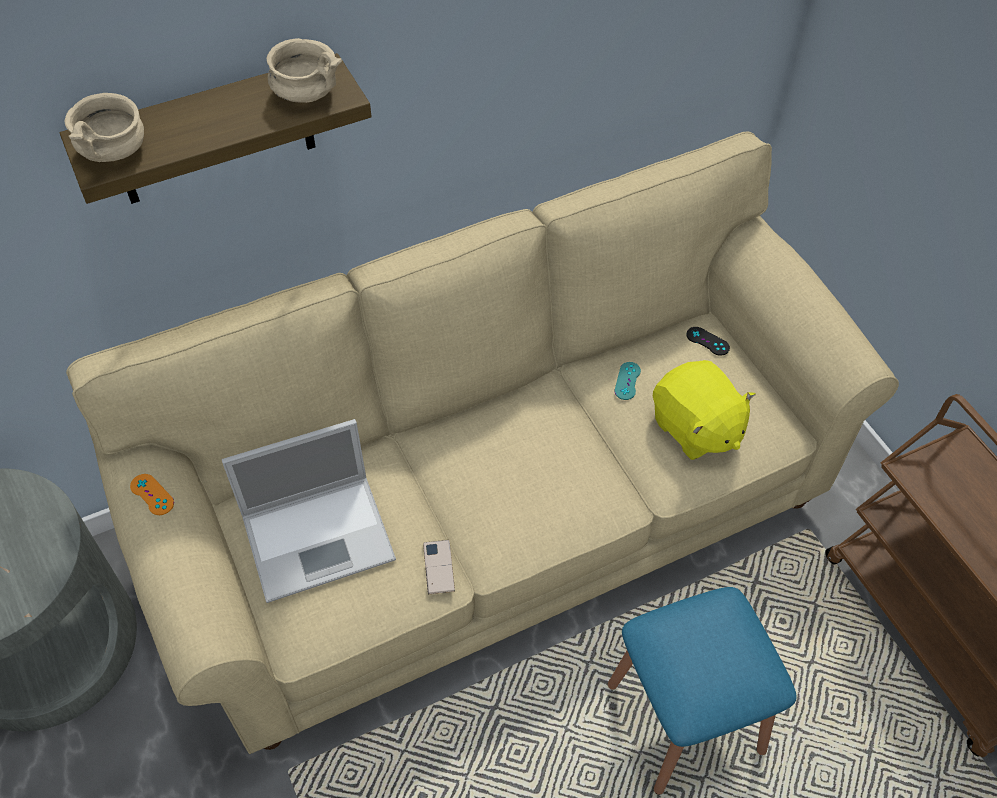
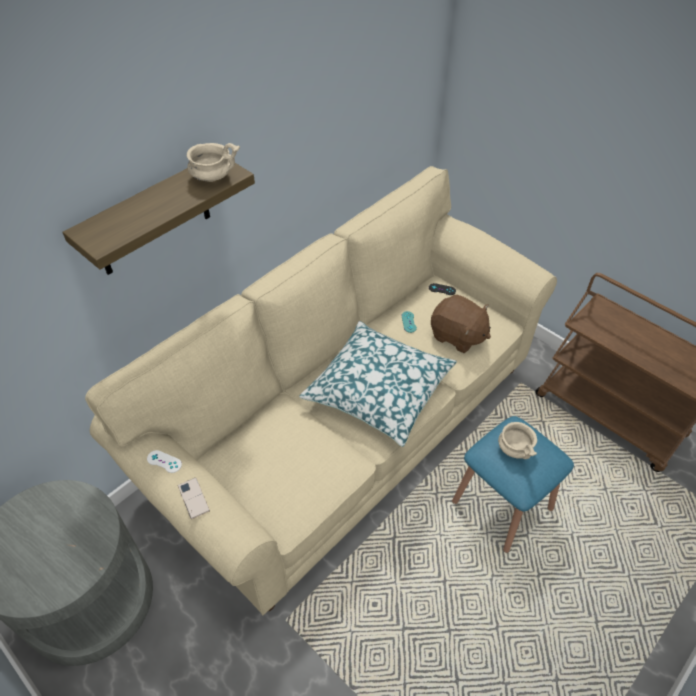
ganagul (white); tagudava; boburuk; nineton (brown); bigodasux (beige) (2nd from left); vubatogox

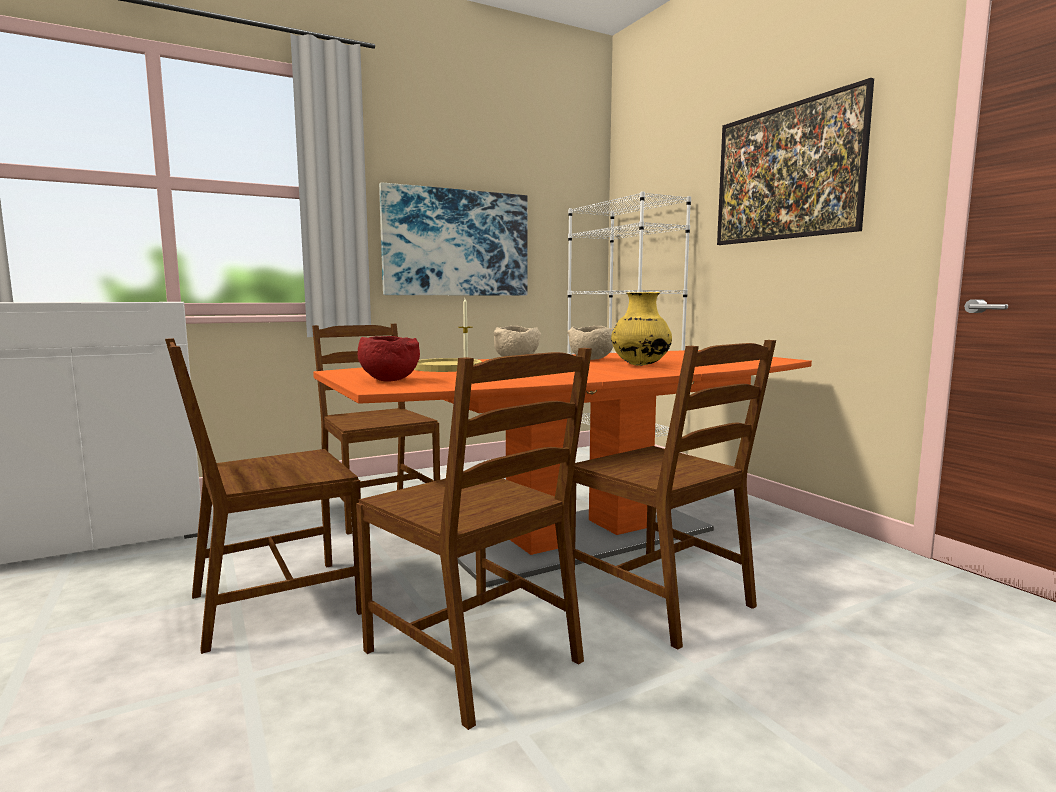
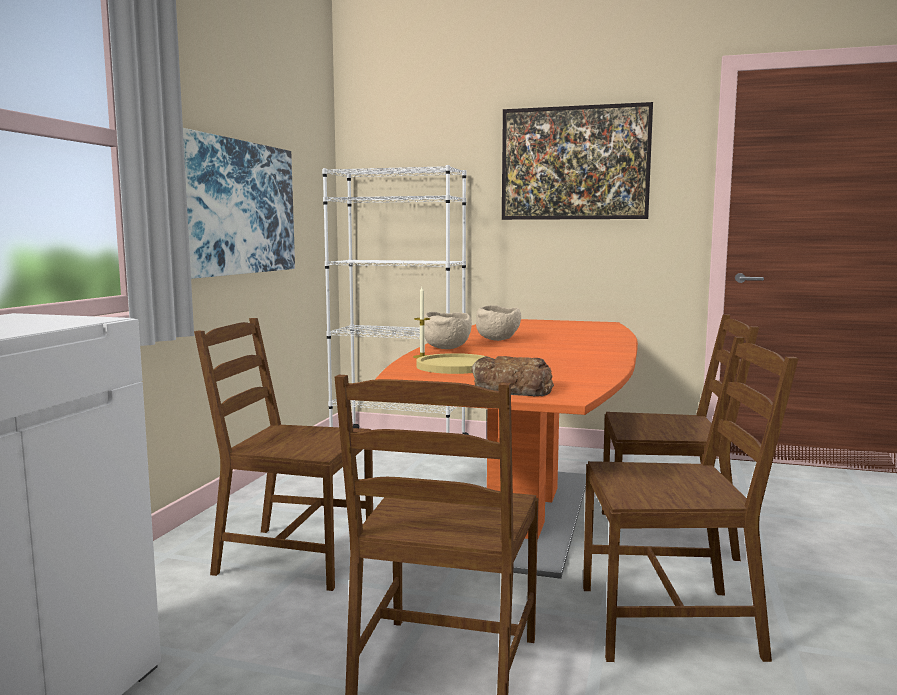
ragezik; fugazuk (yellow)

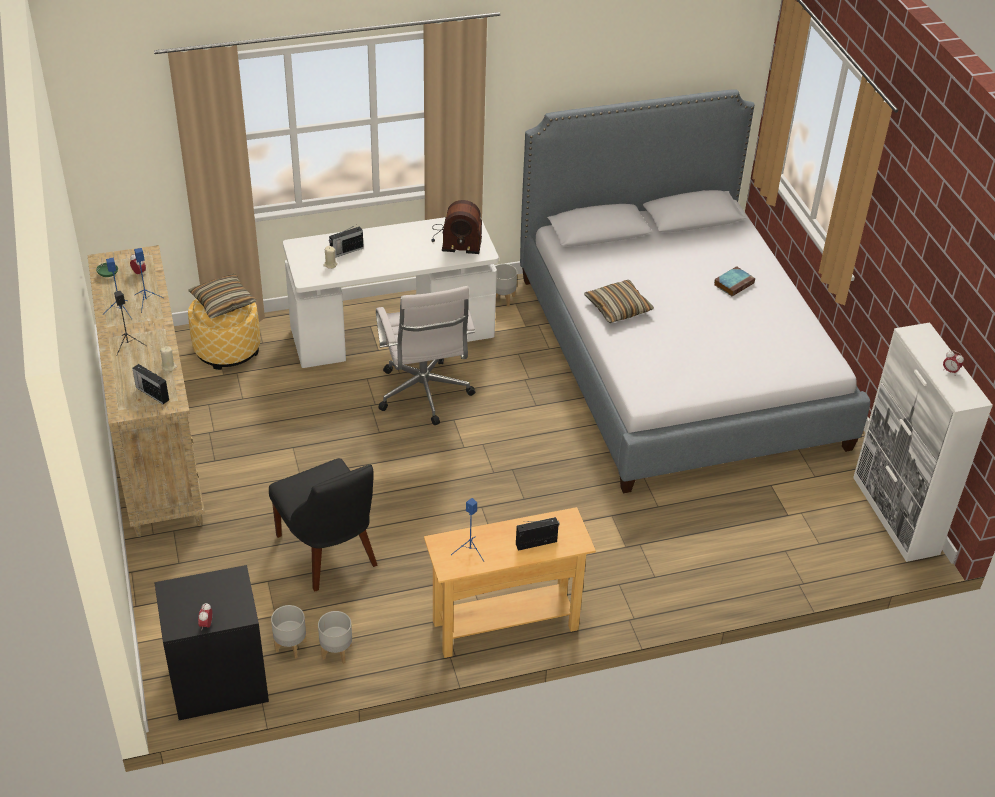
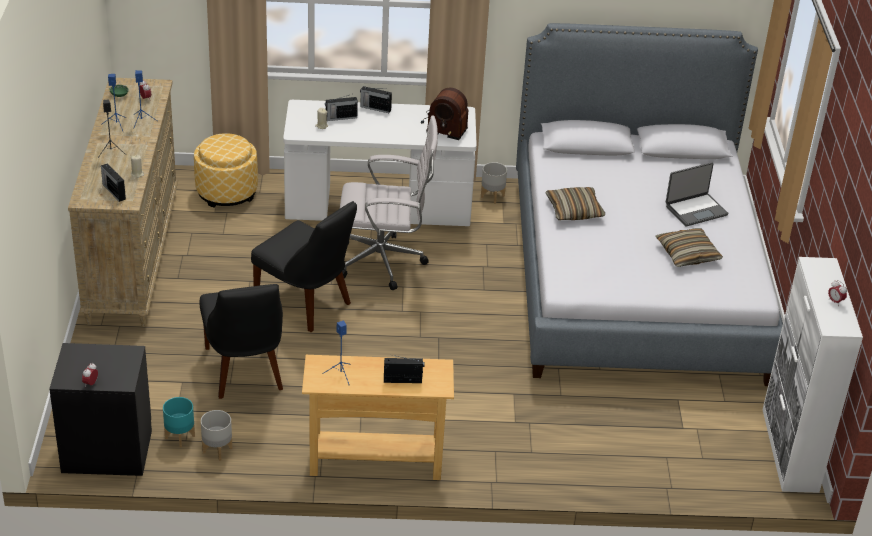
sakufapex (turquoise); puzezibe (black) (2nd from left); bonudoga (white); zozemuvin (3rd from left); boburuk (2nd from left); vubatogox

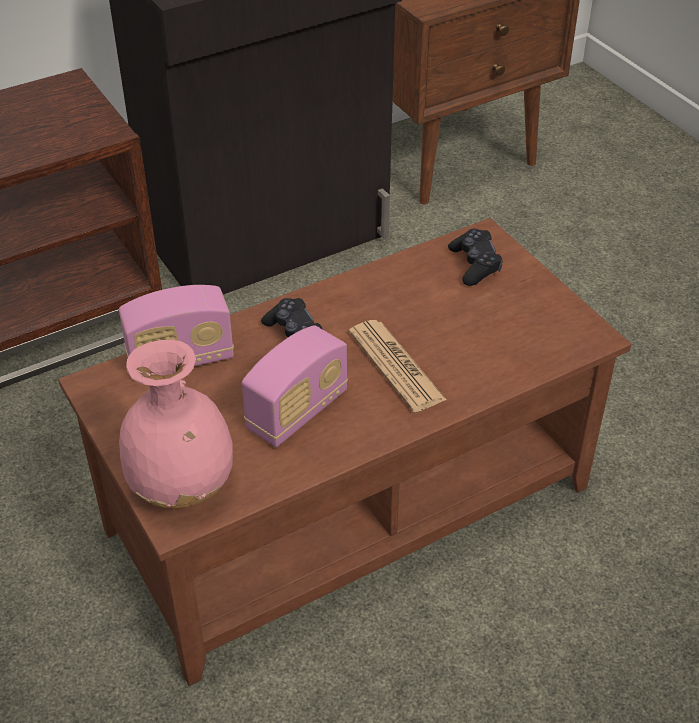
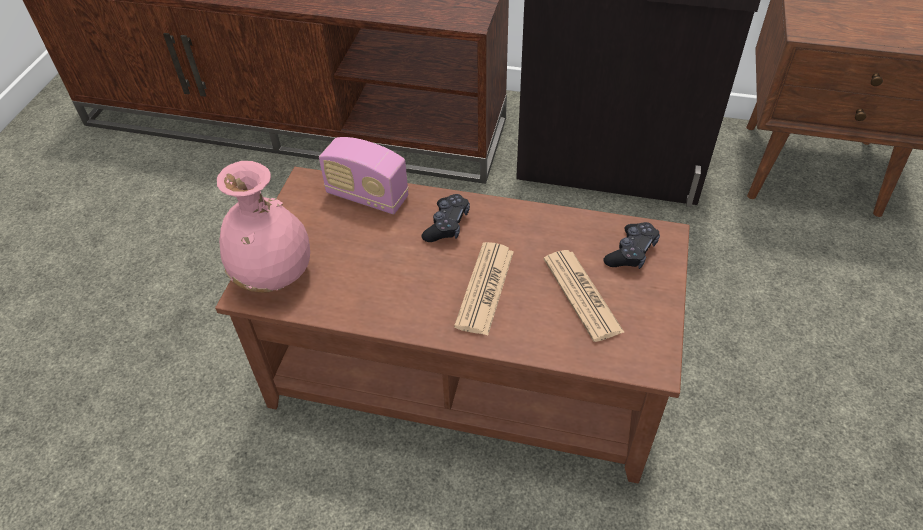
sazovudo (2nd from left); zozemuvin (2nd from left in the first image)

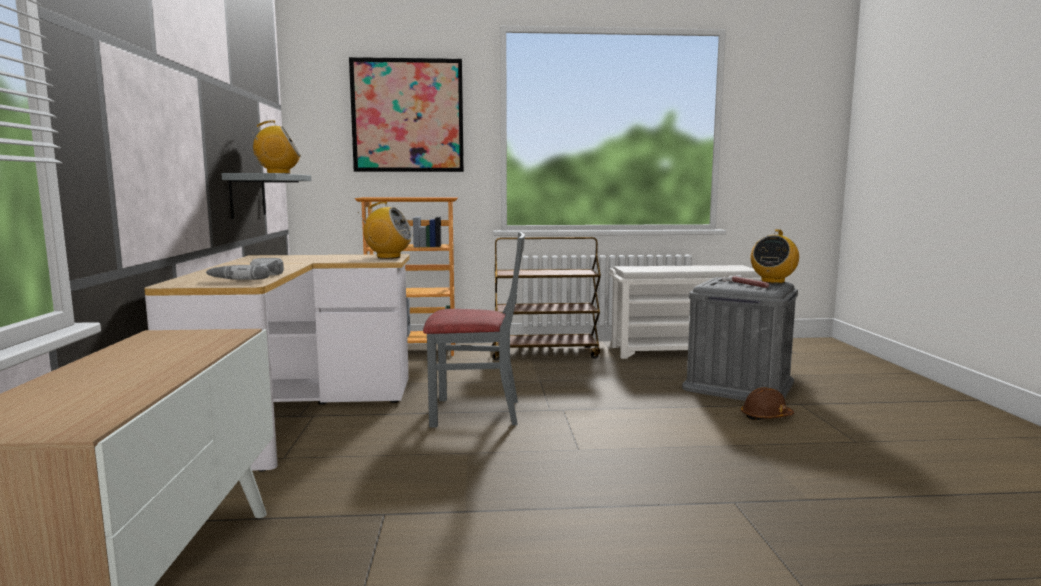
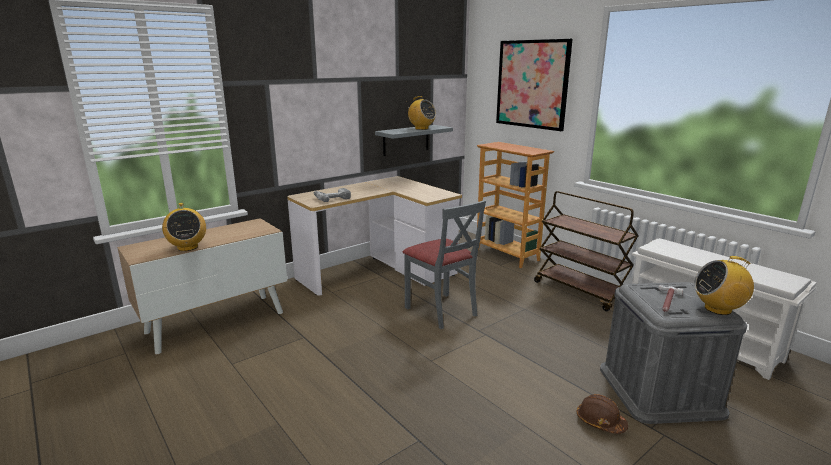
zozemuvin (1st from left)

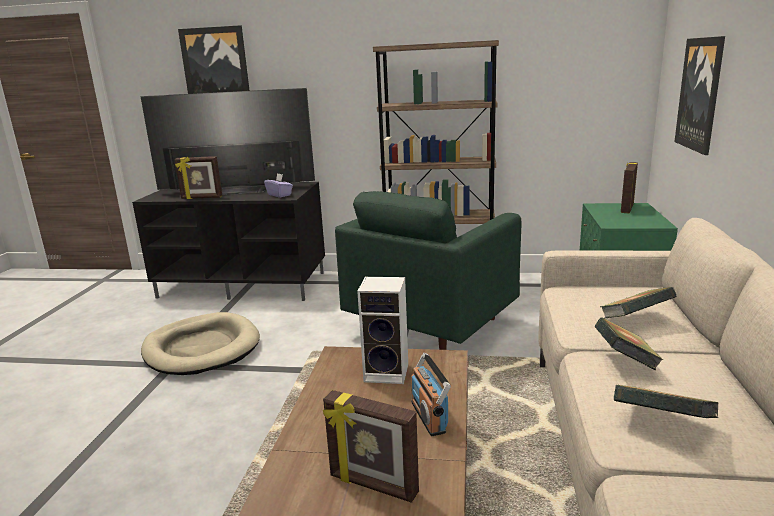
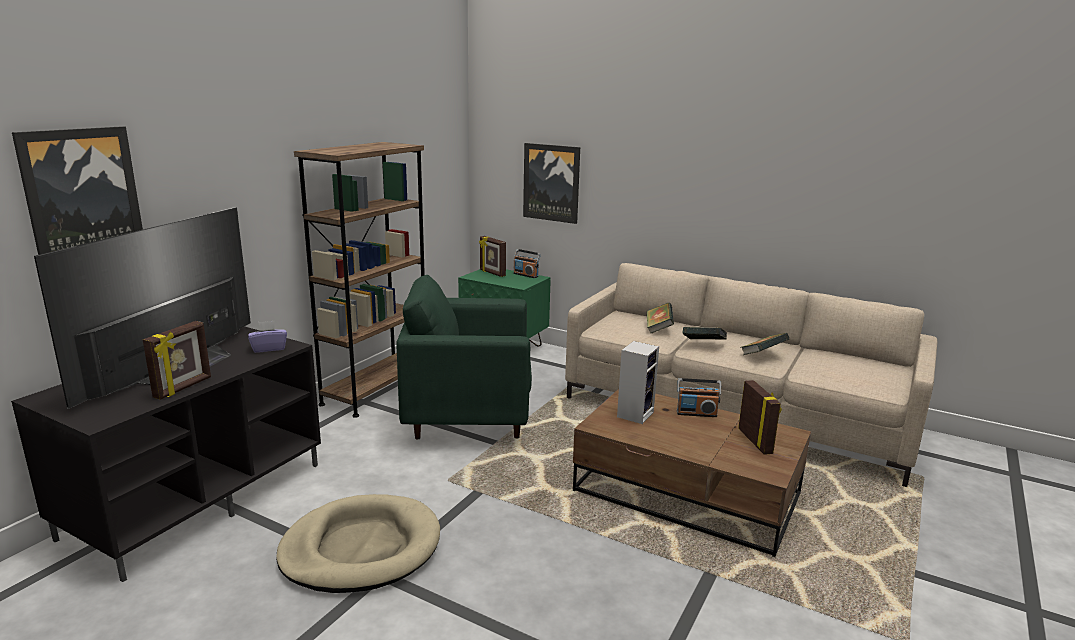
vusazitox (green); zozemuvin (1st from left); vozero (3rd from left)

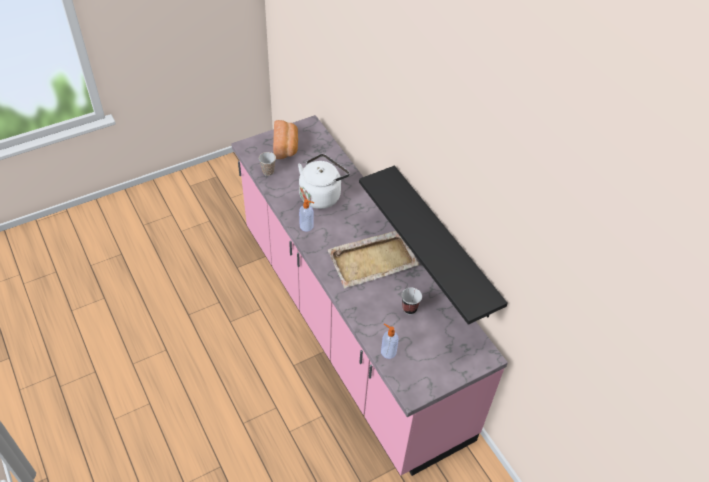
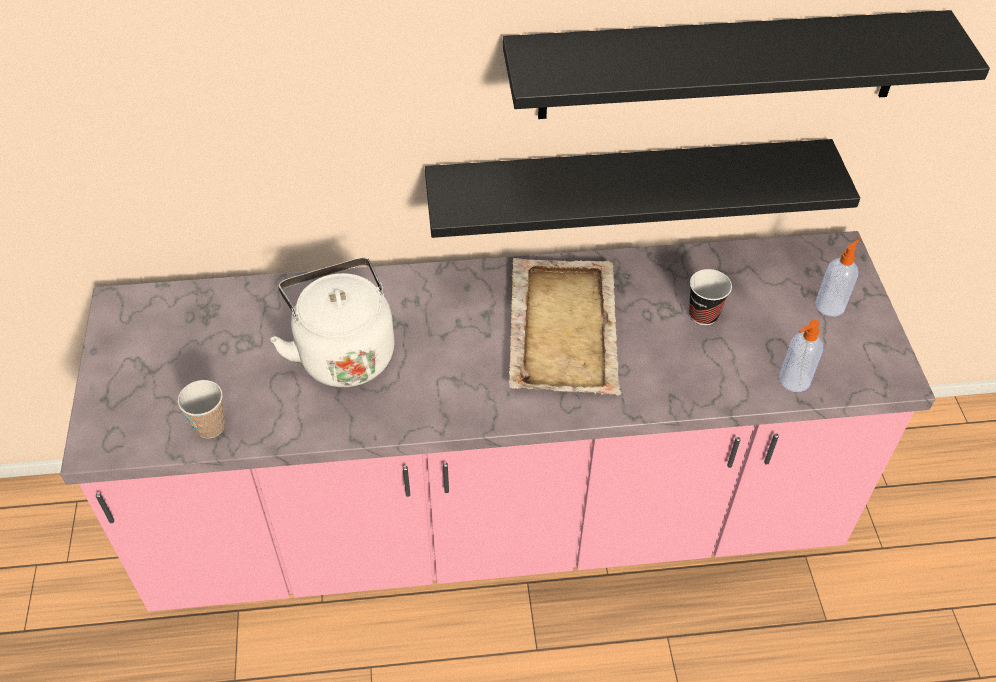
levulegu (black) (2nd from left); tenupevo (2nd from left); ragezik

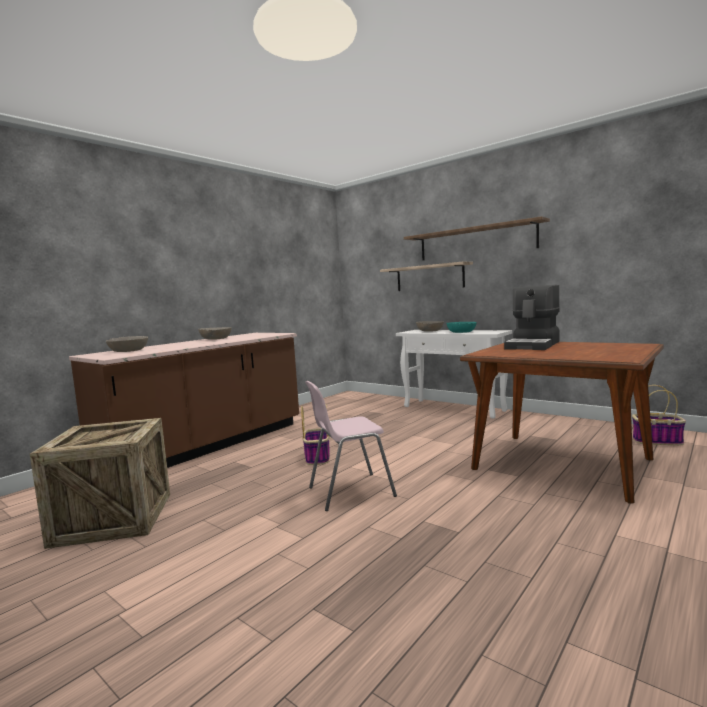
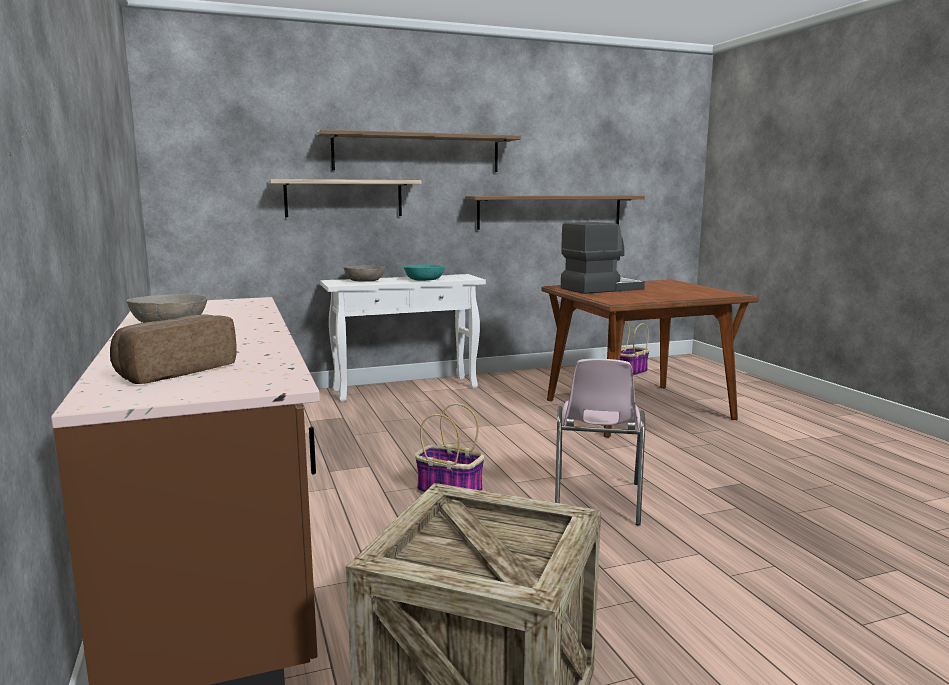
ragezik; levulegu (3rd from left); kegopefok

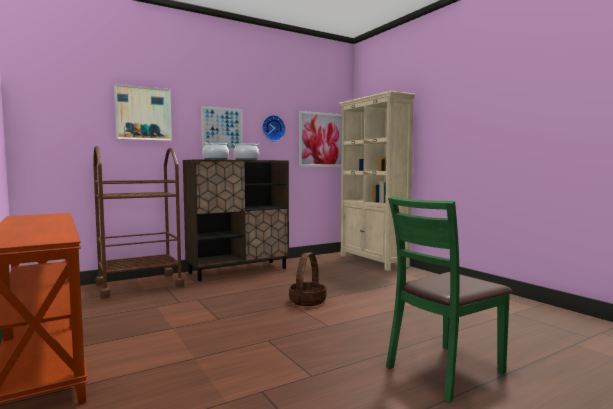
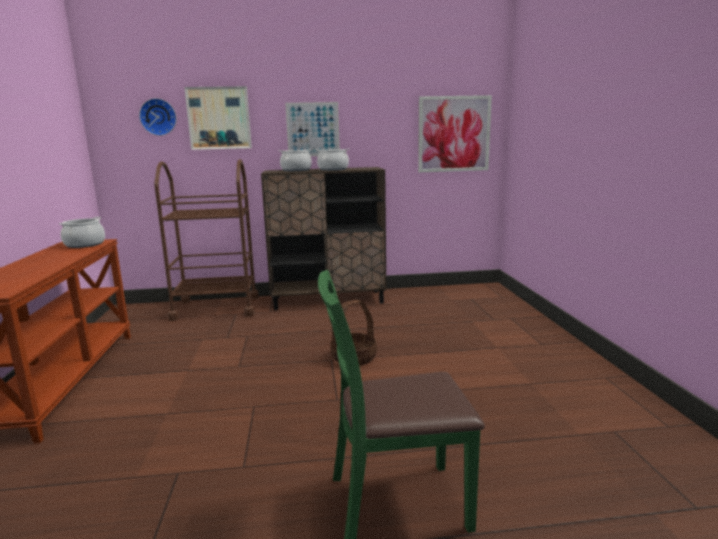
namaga (1st from left); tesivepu; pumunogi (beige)

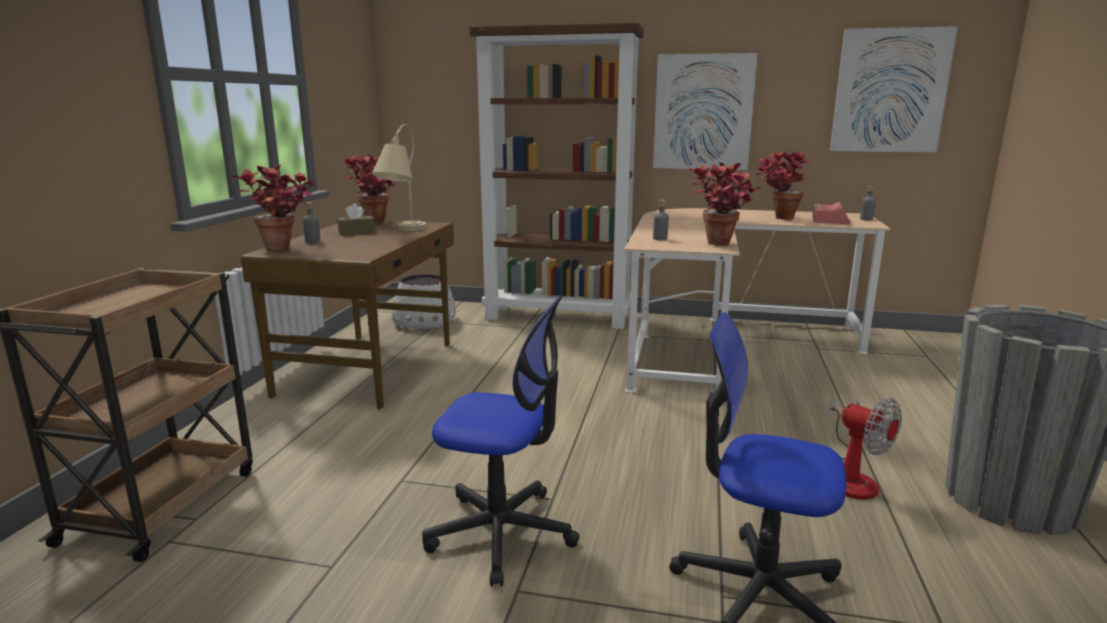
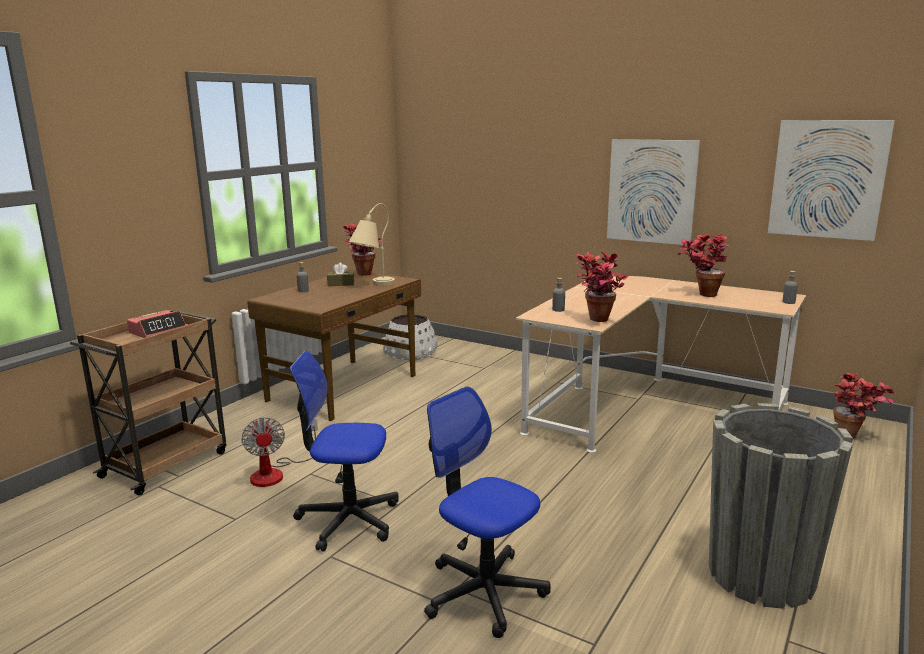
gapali; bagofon; bonudoga (1st from left); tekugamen (4th from left); pumunogi (brown)

